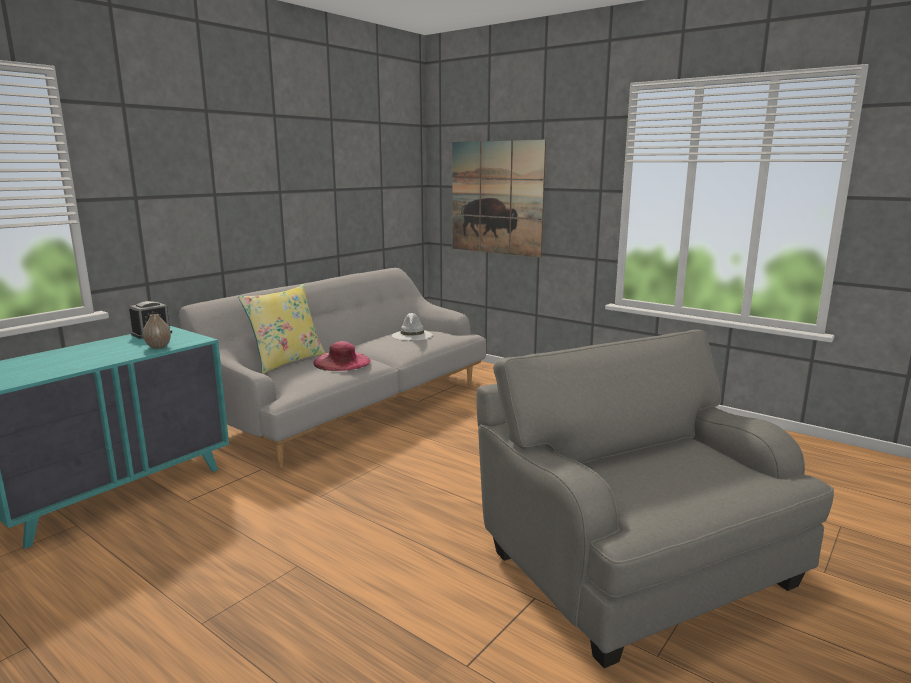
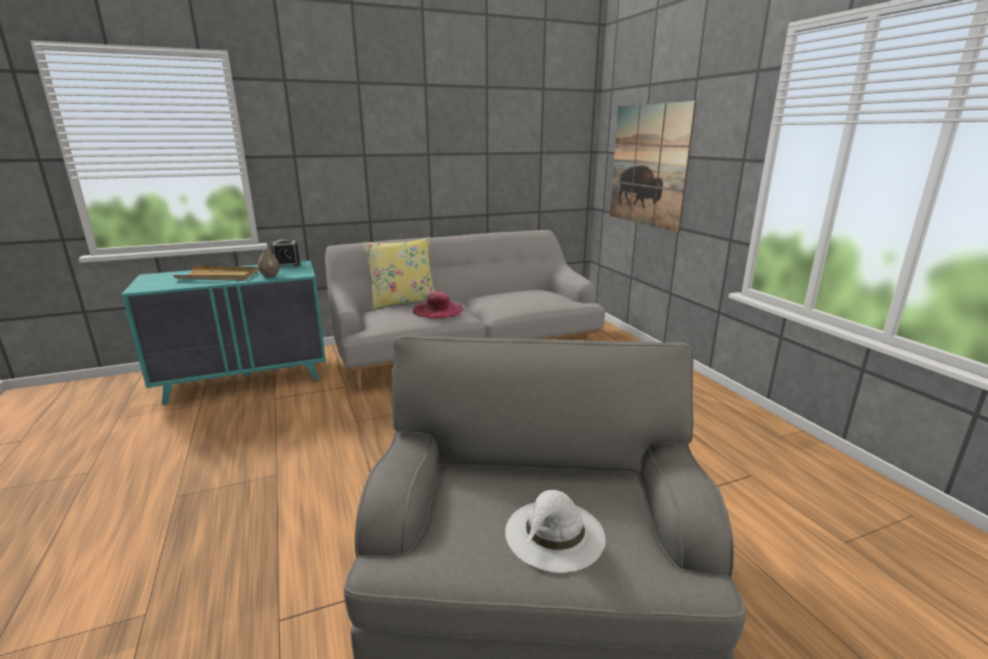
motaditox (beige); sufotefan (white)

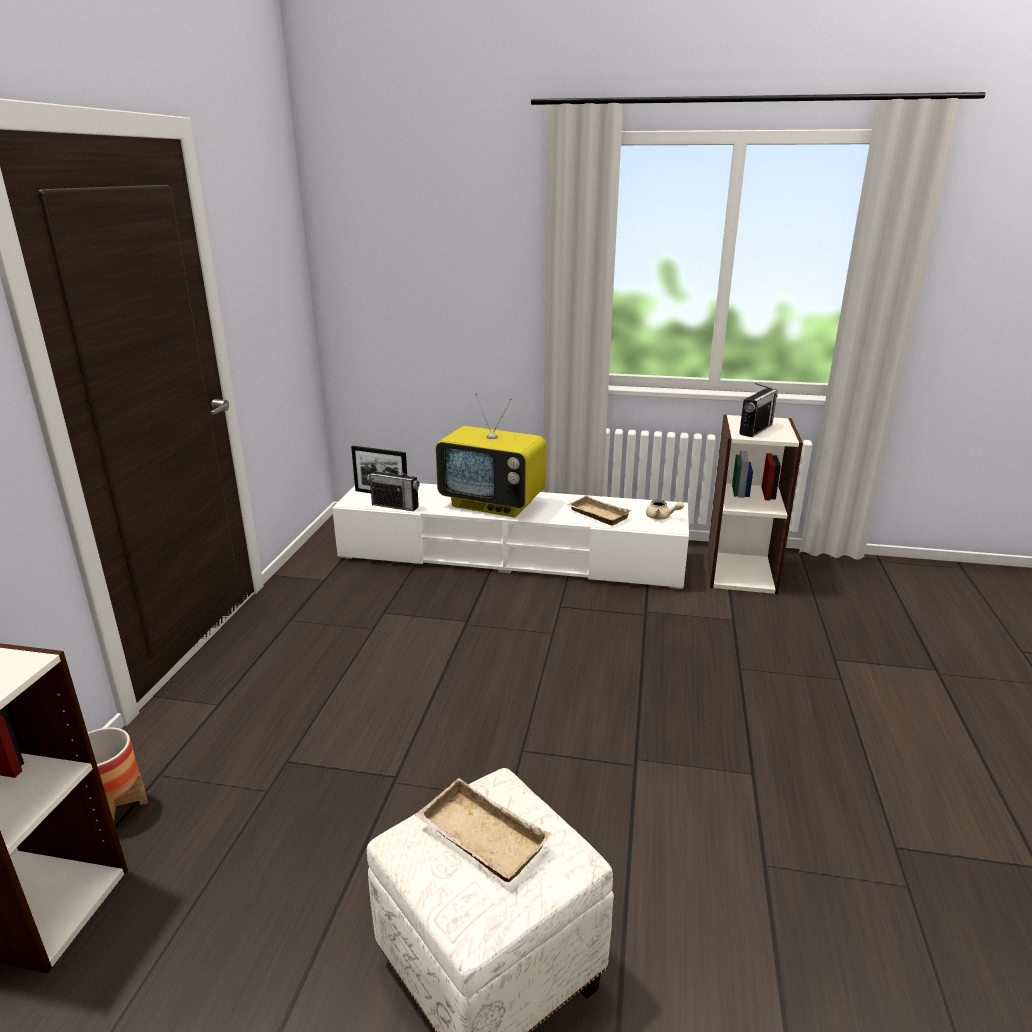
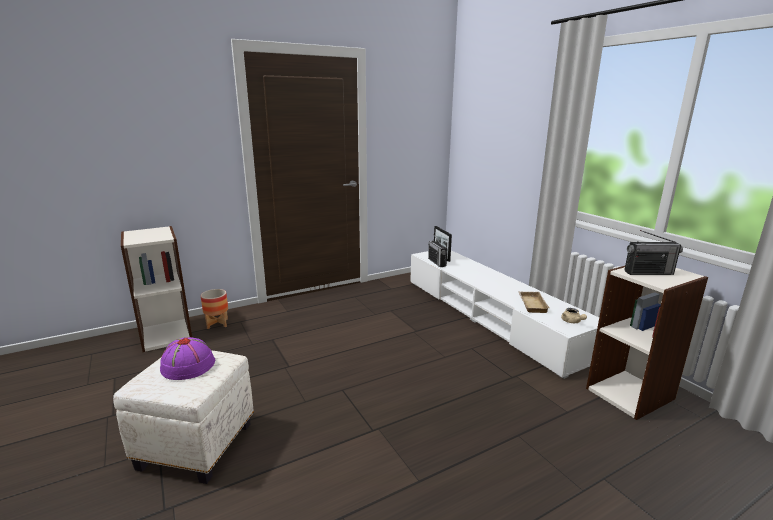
sufotefan (purple); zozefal

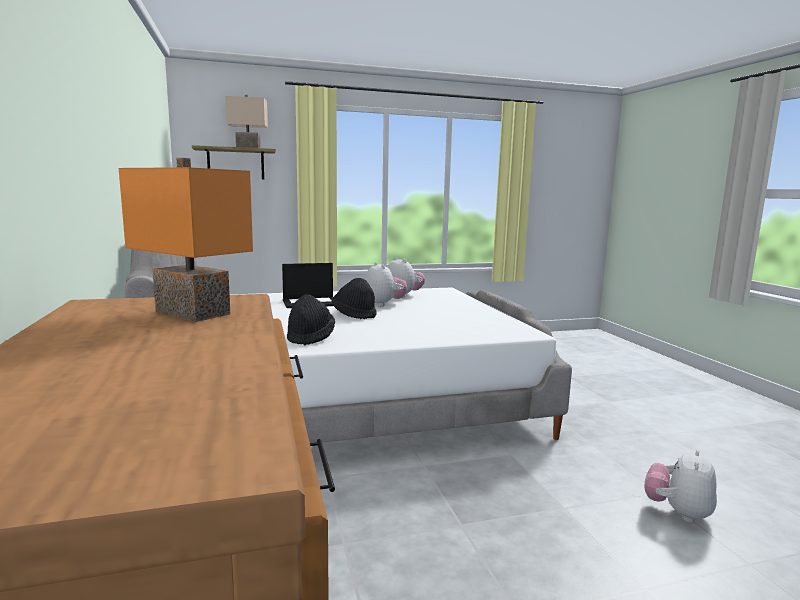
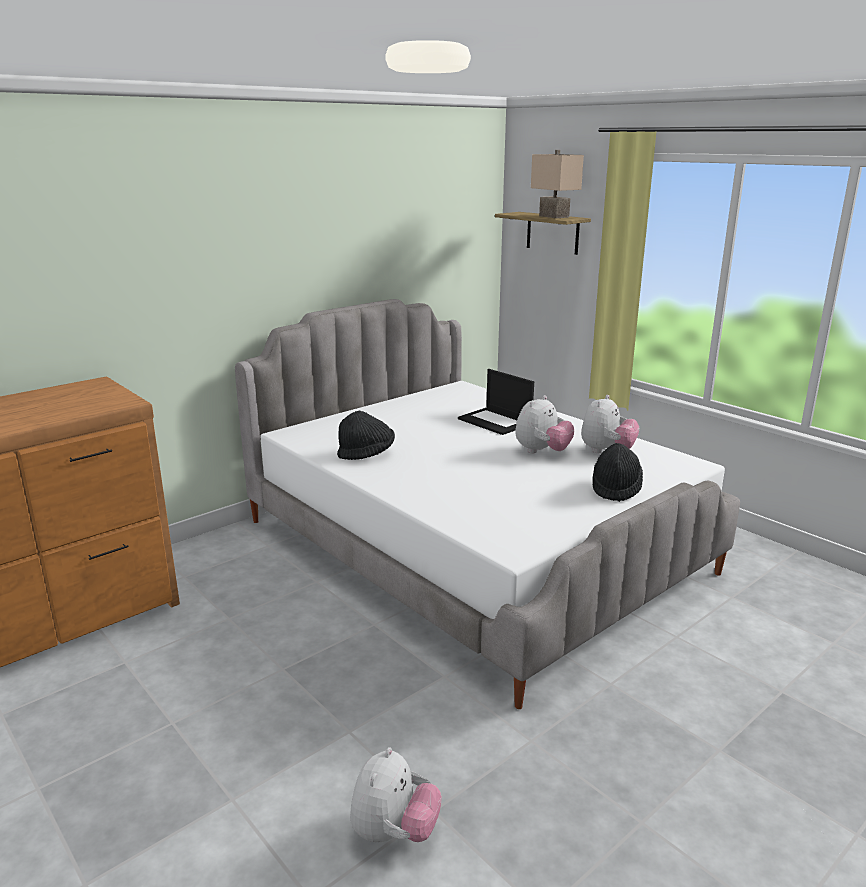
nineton (1st from left); sufotefan (black) (2nd from left); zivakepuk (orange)

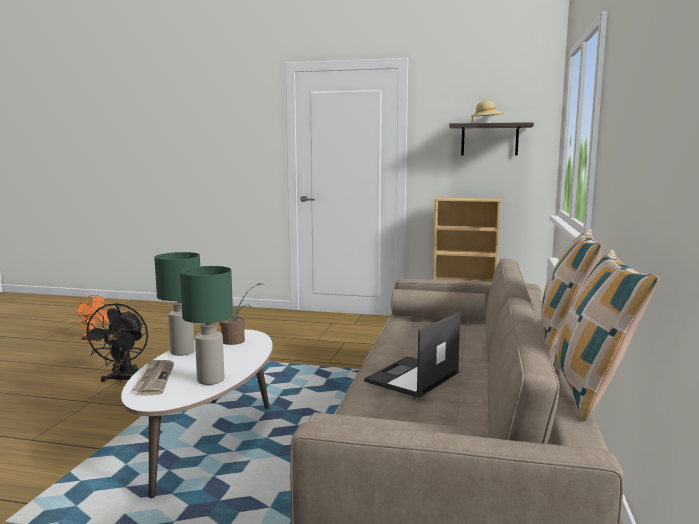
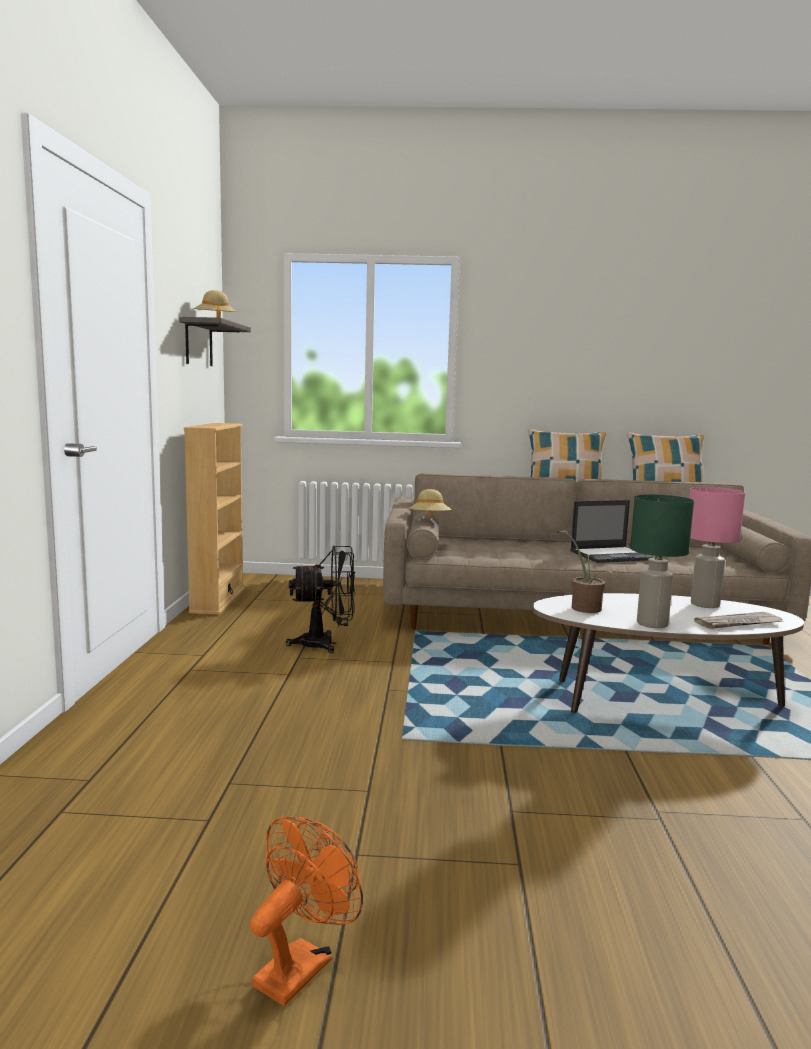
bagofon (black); sufotefan (beige) (2nd from left); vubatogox; zivakepuk (pink)

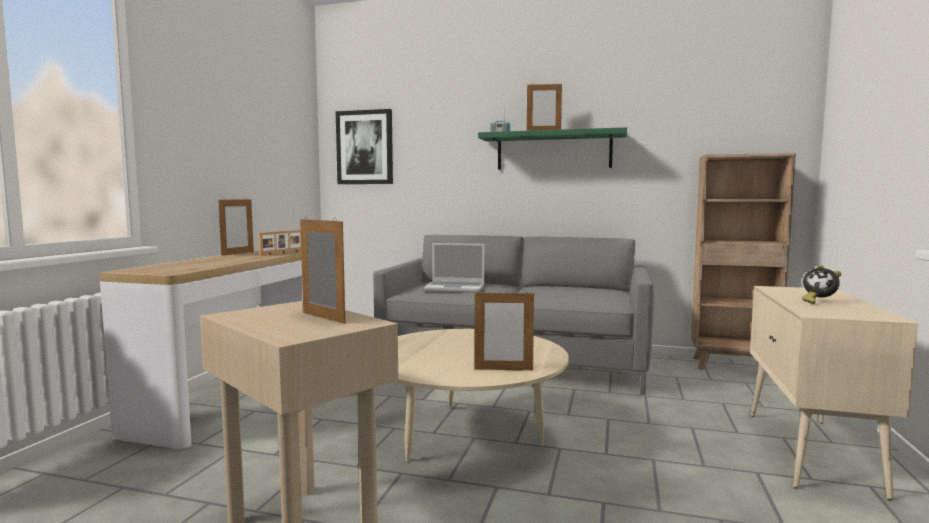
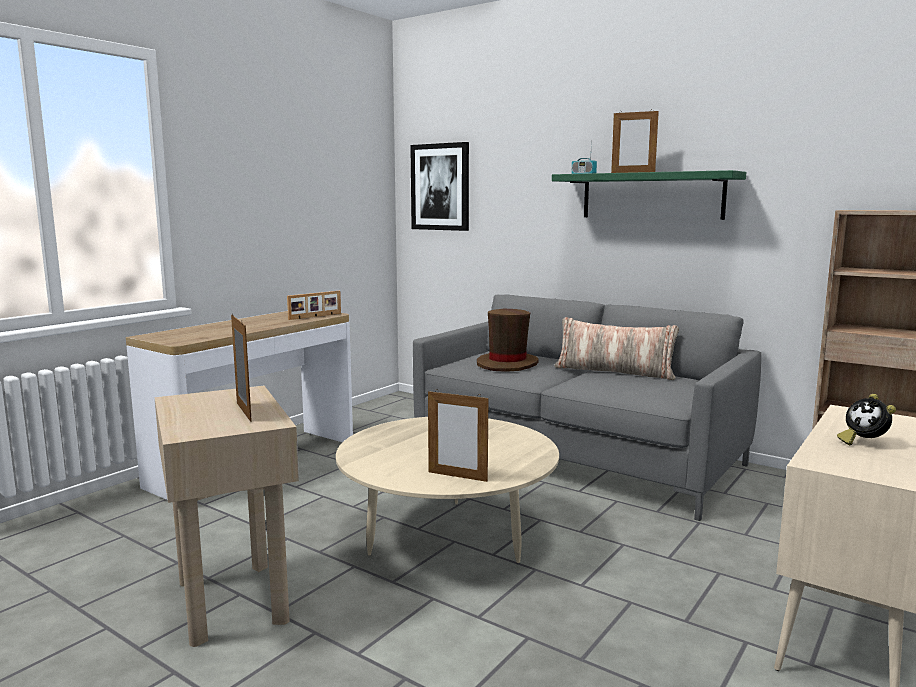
sufotefan (brown); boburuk; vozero (1st from left in the first image)

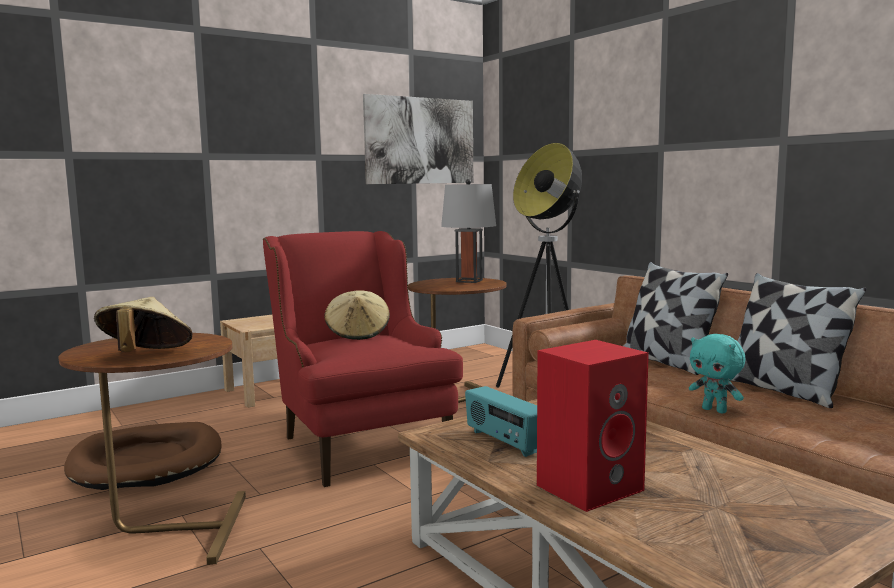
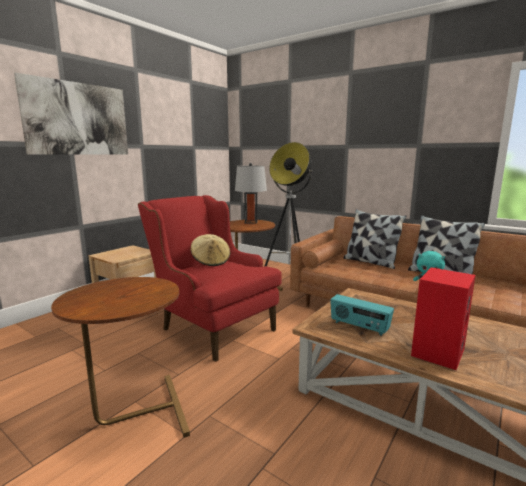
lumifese; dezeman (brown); sufotefan (beige) (1st from left in the first image)

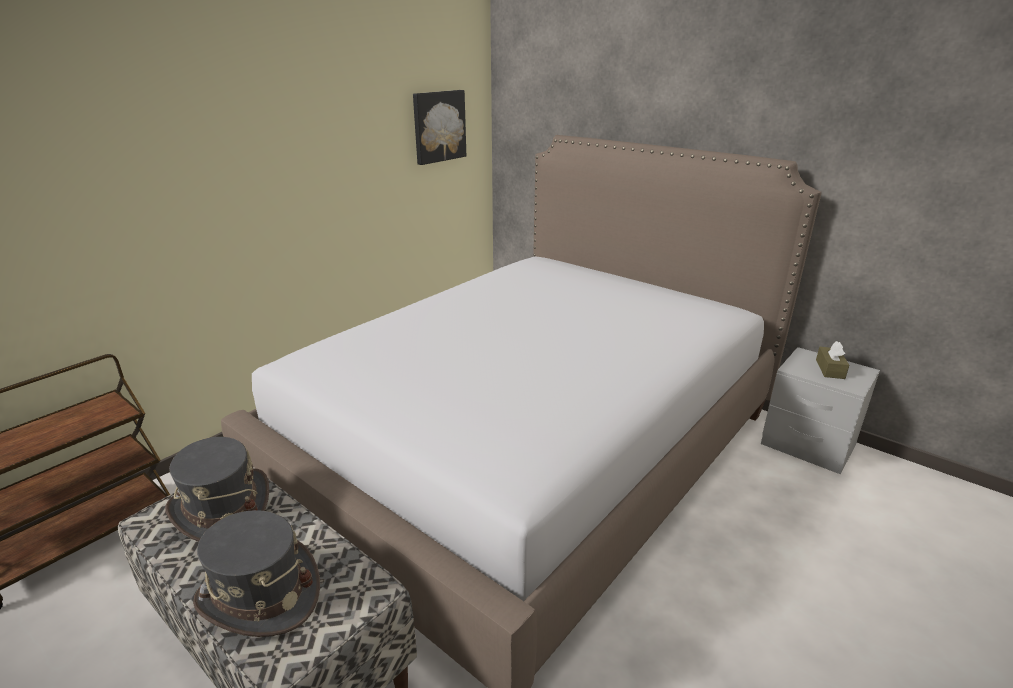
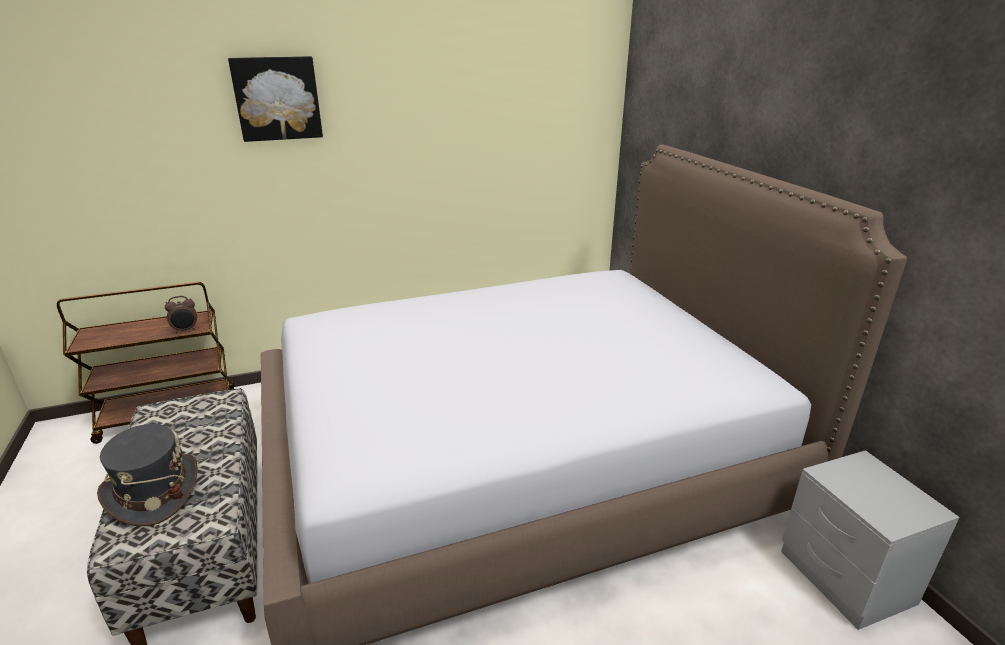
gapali; lumifese; sufotefan (grey) (1st from left in the first image); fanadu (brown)

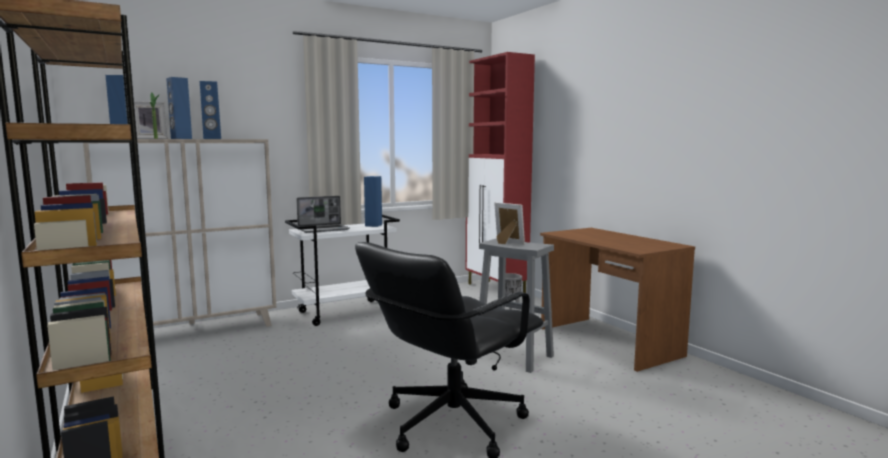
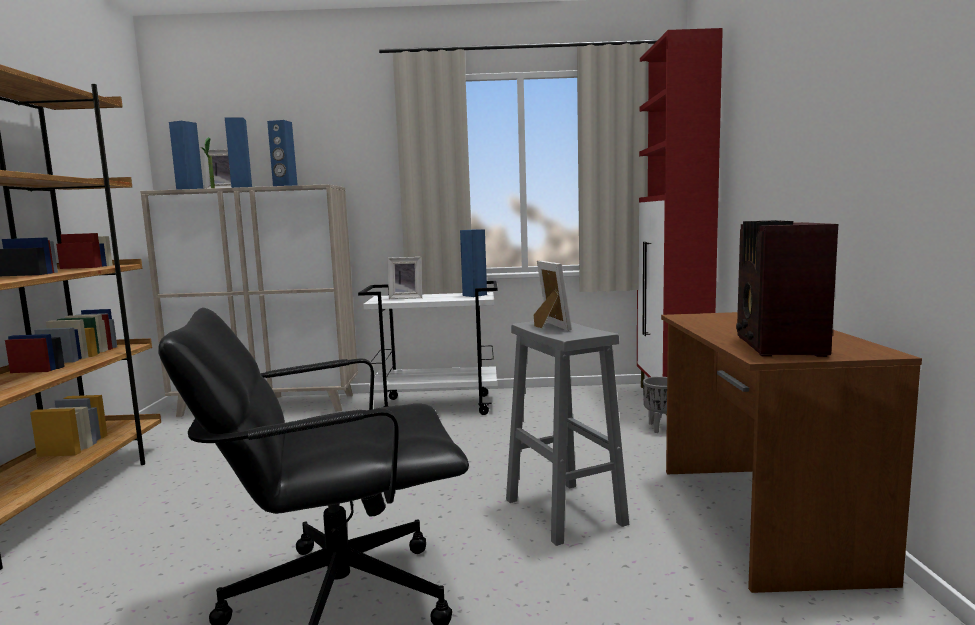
vozero (2nd from left); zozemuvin

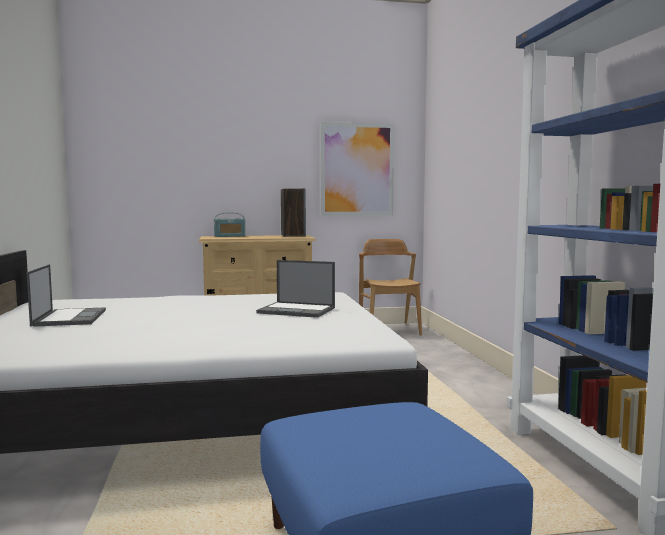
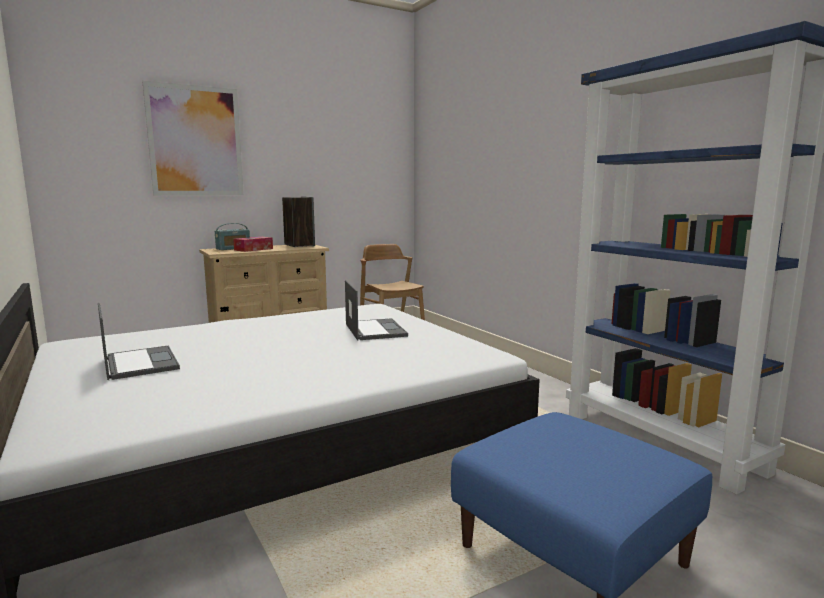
lumifese; fanadu; vubatogox (2nd from left)

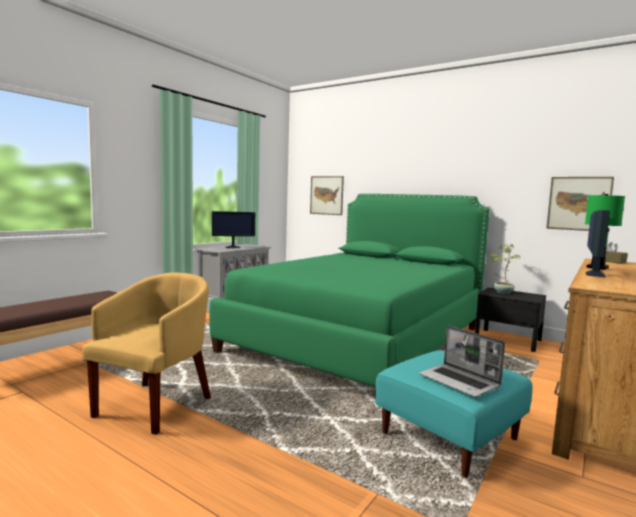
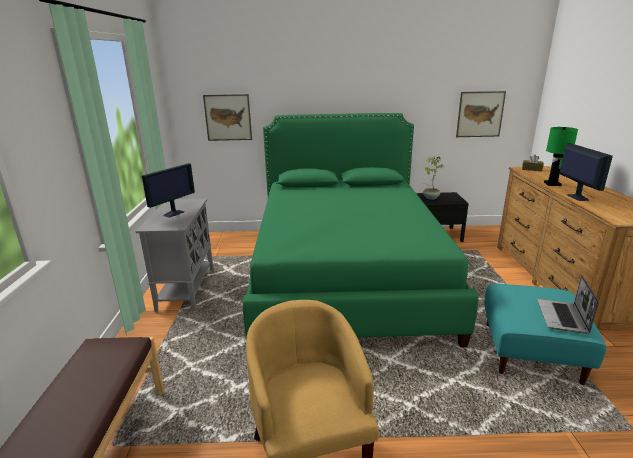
vubatogox

